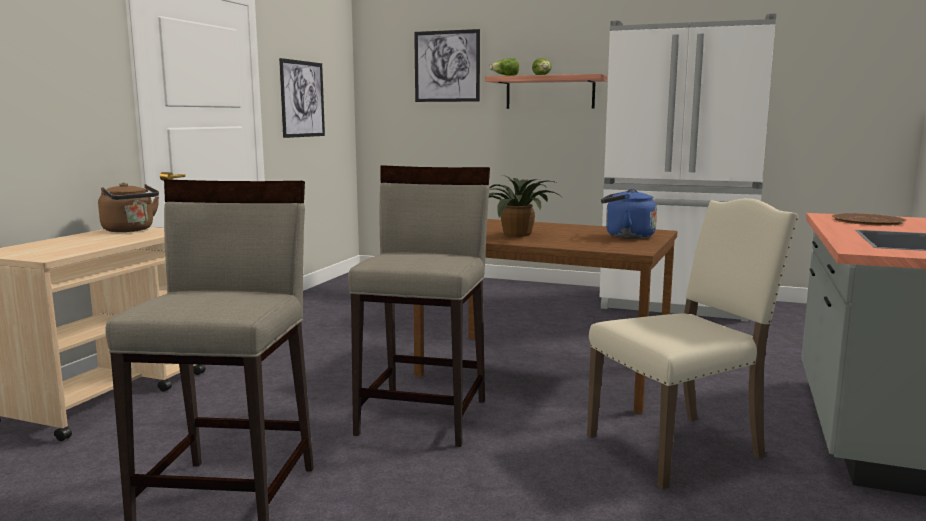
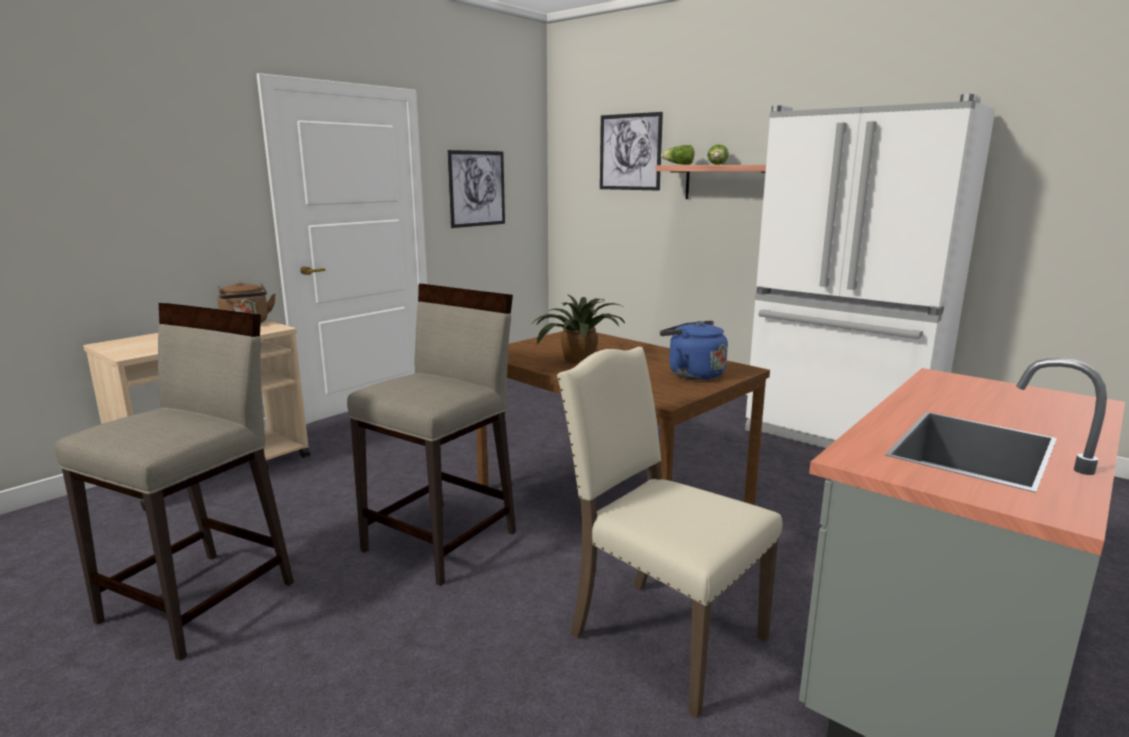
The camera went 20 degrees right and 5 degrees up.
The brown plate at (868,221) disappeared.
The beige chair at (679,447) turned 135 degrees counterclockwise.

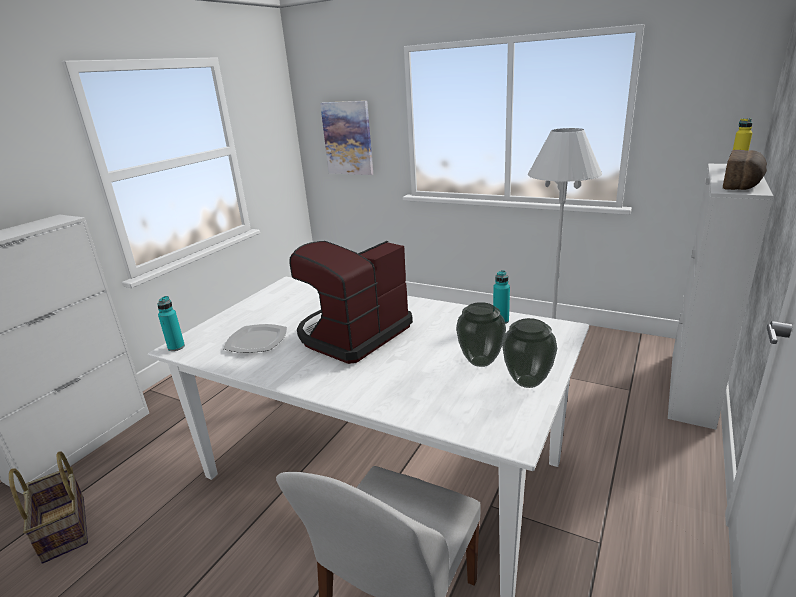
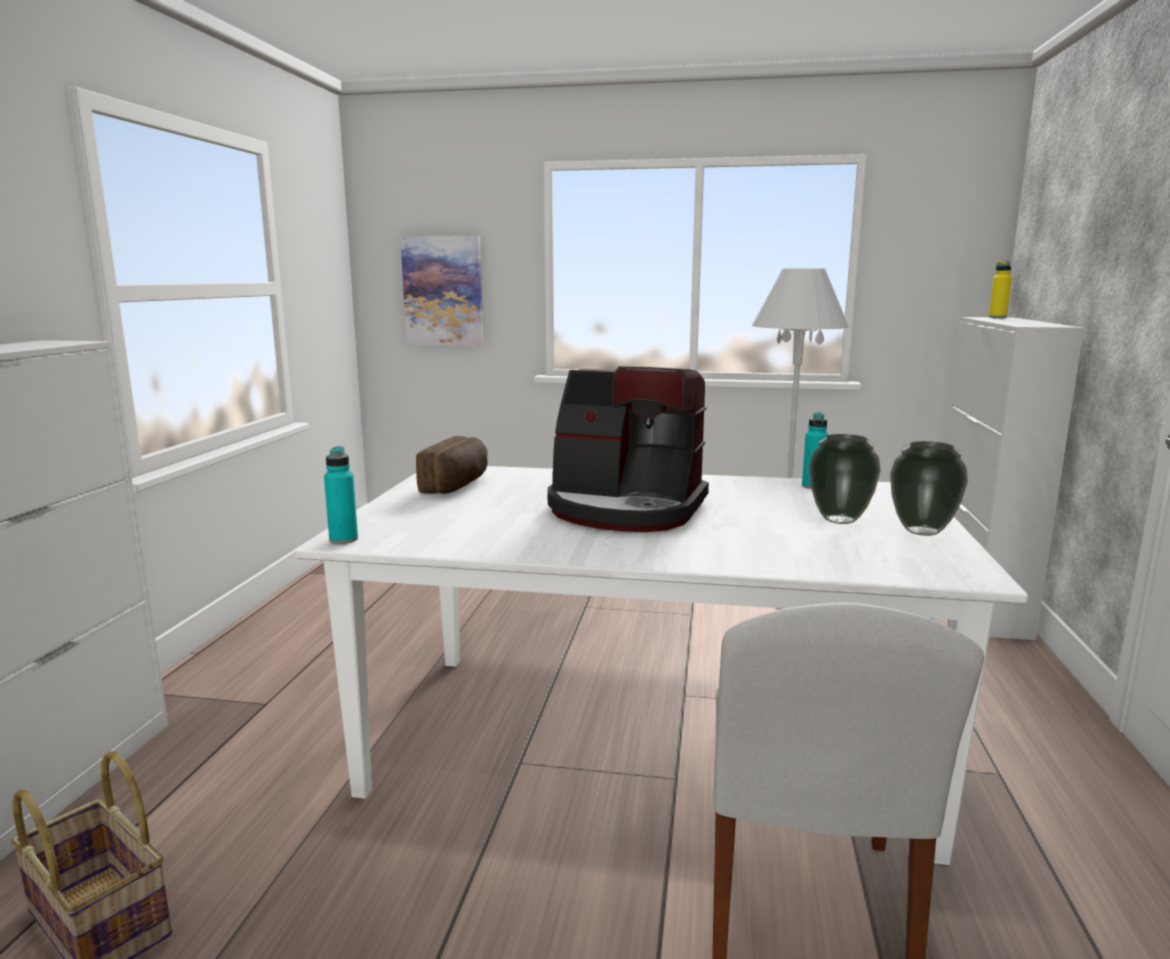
The camera went 20 degrees left and 10 degrees down.
The plate at (257,340) disappeared.
The bread moved from (743,184) to (458,485).
The coffee machine at (353,334) turned 90 degrees counterclockwise.

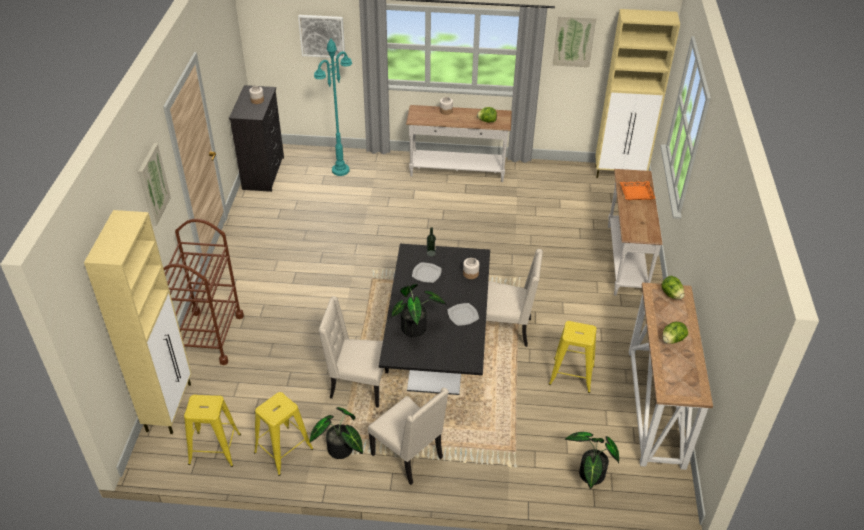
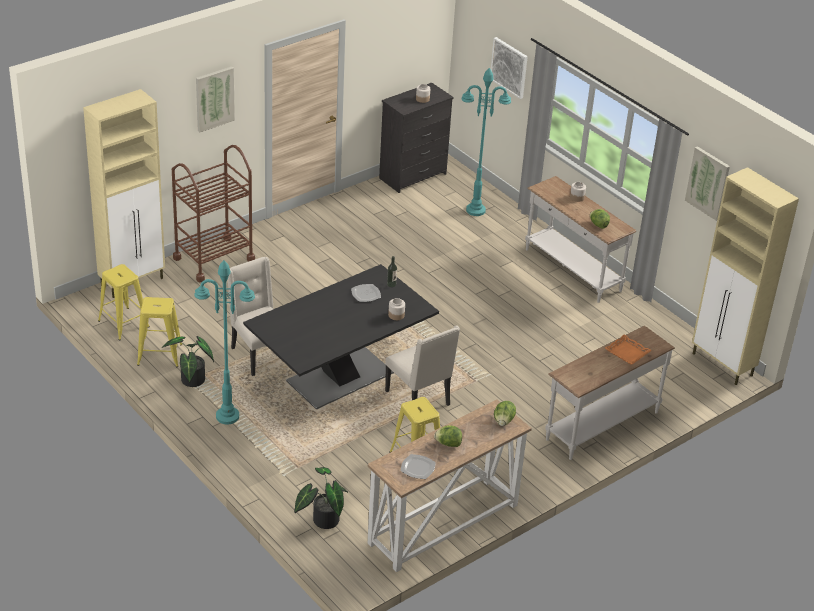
The camera went 45 degrees right and 5 degrees down.
The potted plant at (417,329) disappeared.
The plate moved from (463,315) to (418,468).
The beige chair at (409,456) was replaced by the turquoise floor lamp at (227,416).

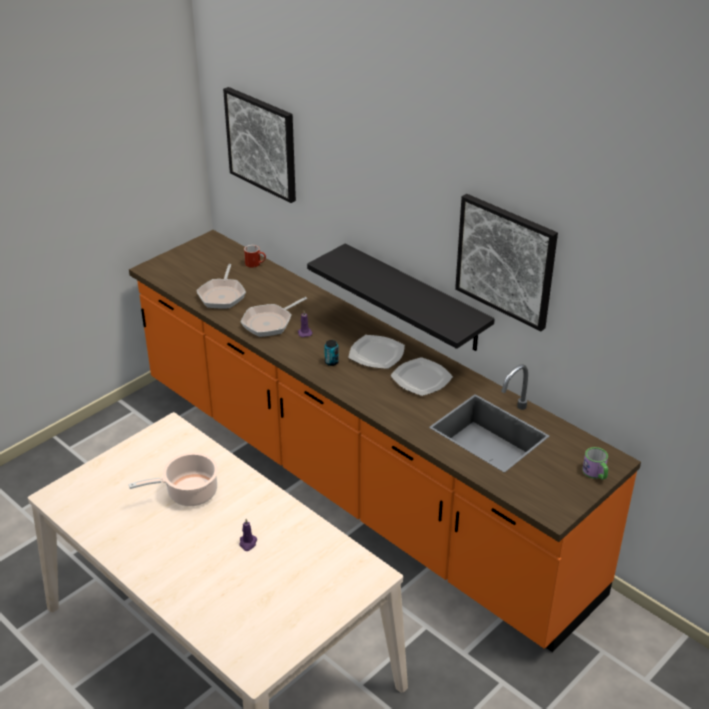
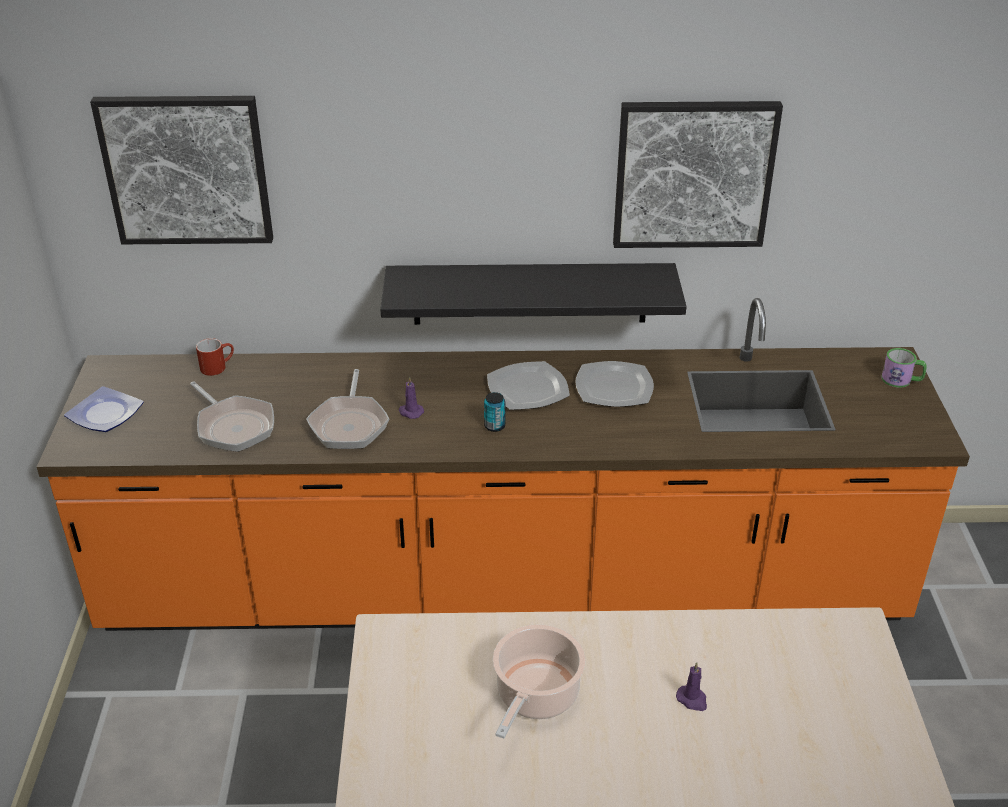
The camera went 45 degrees left and 0 degrees up.
The plate at (107,414) appeared.

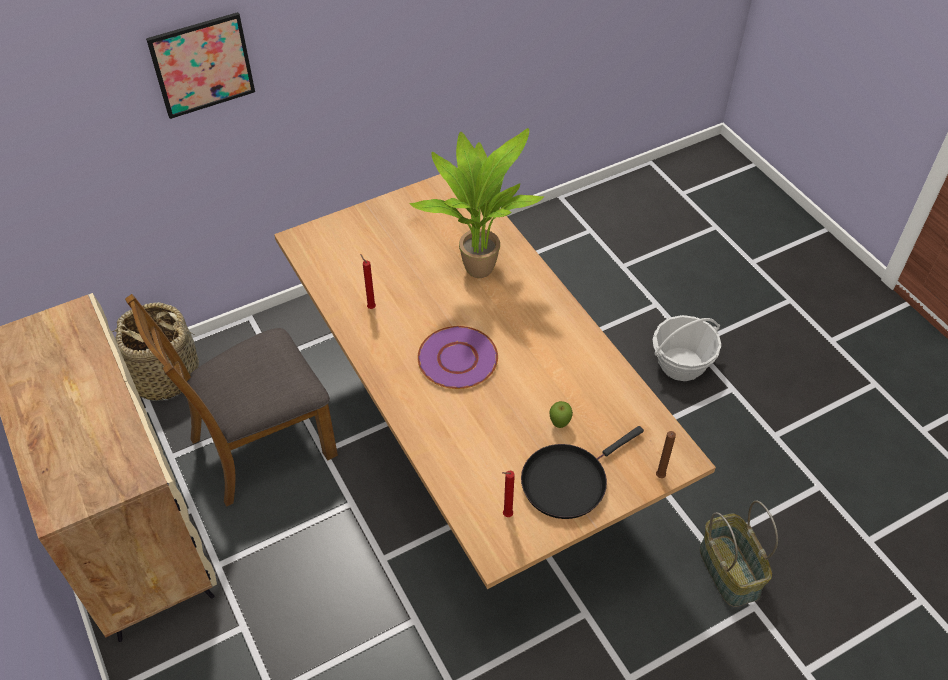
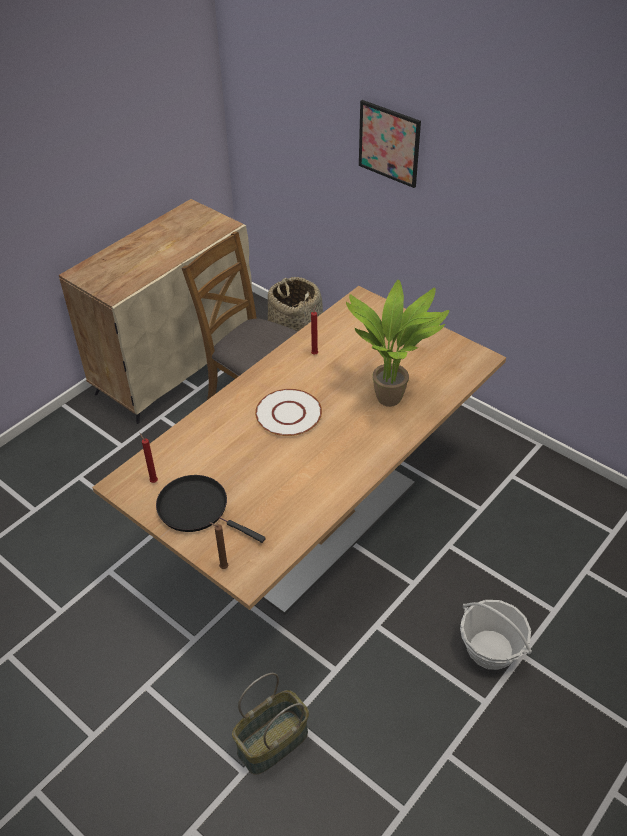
The camera went 70 degrees right and 5 degrees down.
The apple at (559,424) disappeared.
The purple plate at (458,359) became the white plate at (288,414).

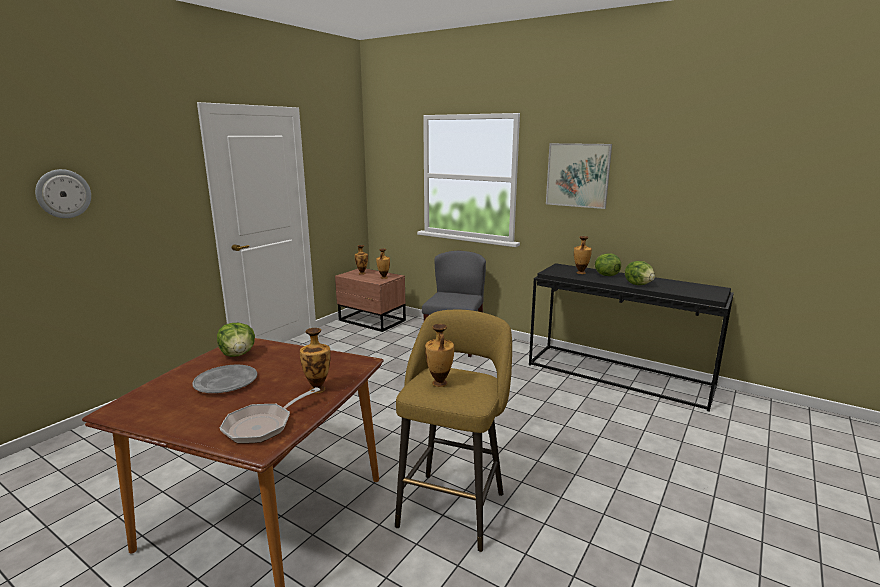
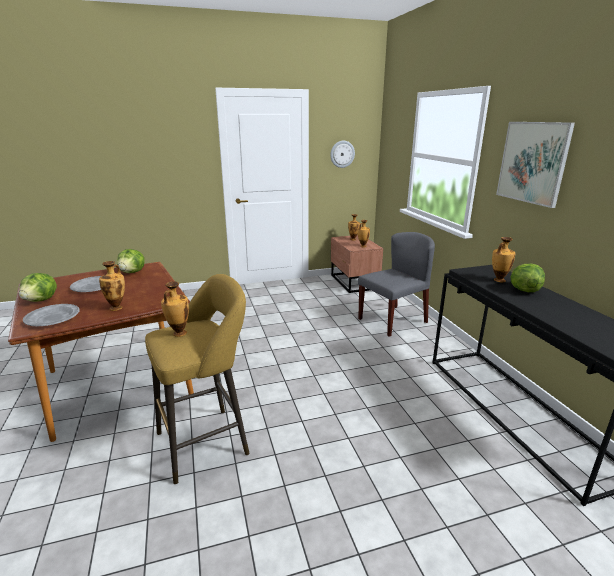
The camera went 40 degrees right and 5 degrees up.
The wall clock moved from (63,194) to (342,154).
The lettuce moved from (638,284) to (41,300).
The frying pan at (263,425) was replaced by the grey plate at (53,318).

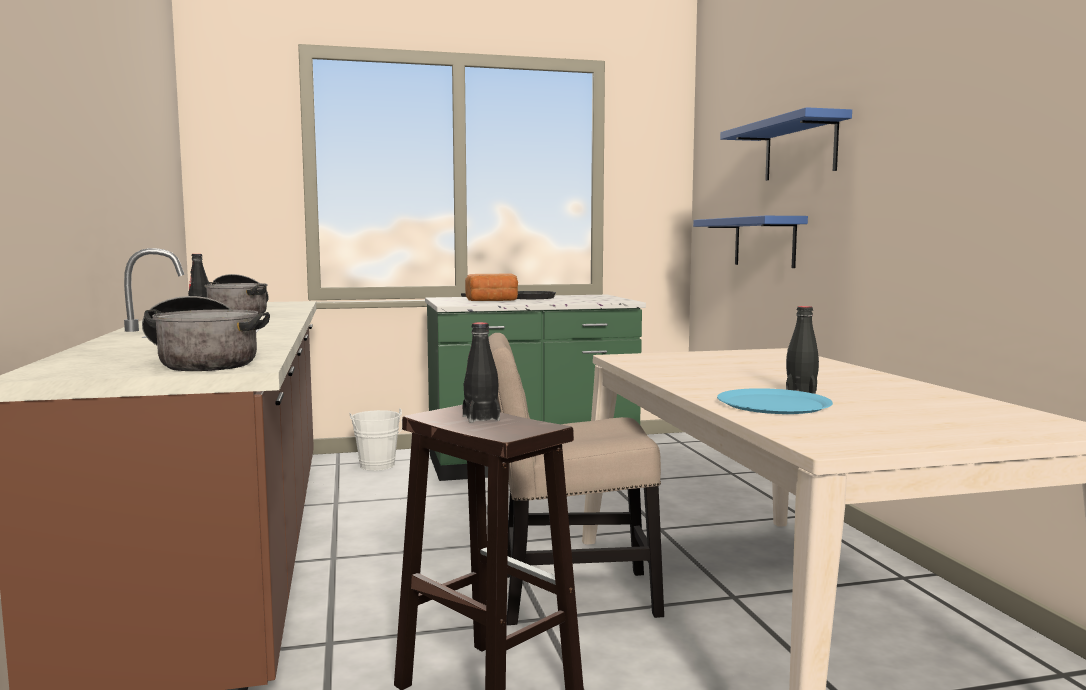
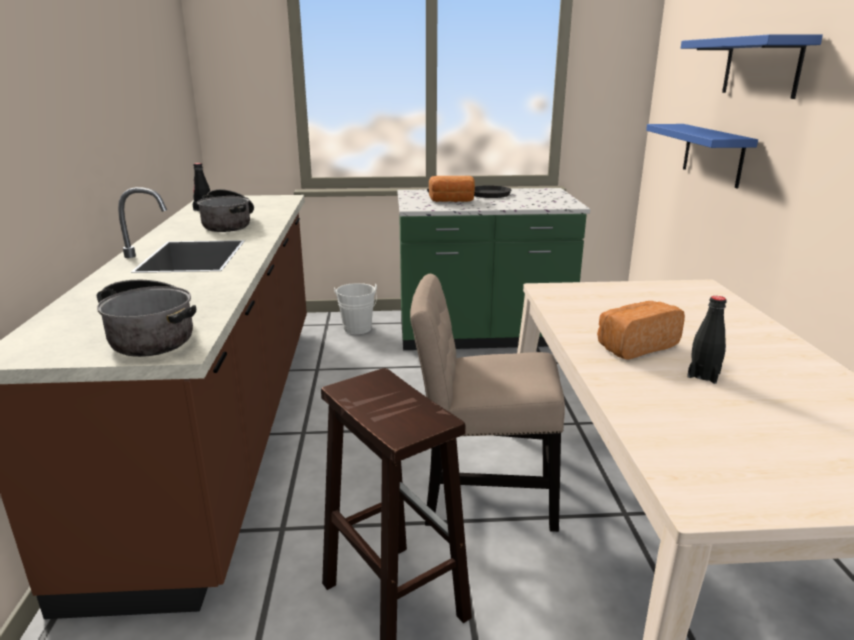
The camera went 10 degrees right and 15 degrees up.
The black bottle at (481,418) disappeared.
The blue plate at (773,404) disappeared.
The bread at (634,346) appeared.

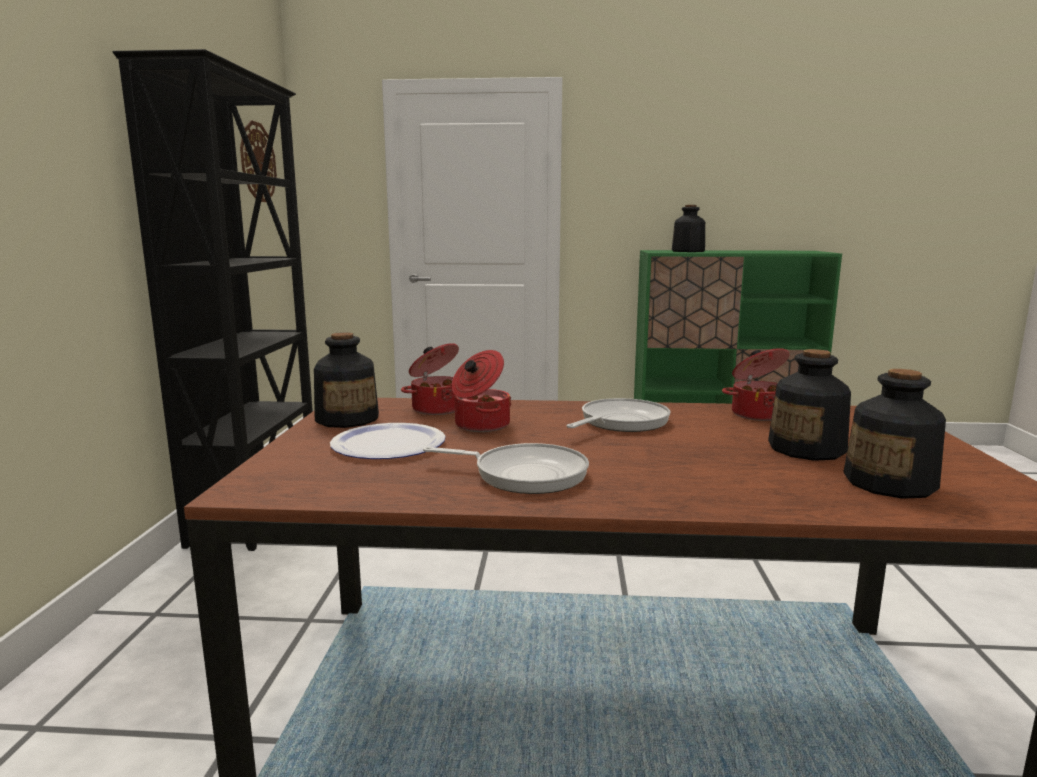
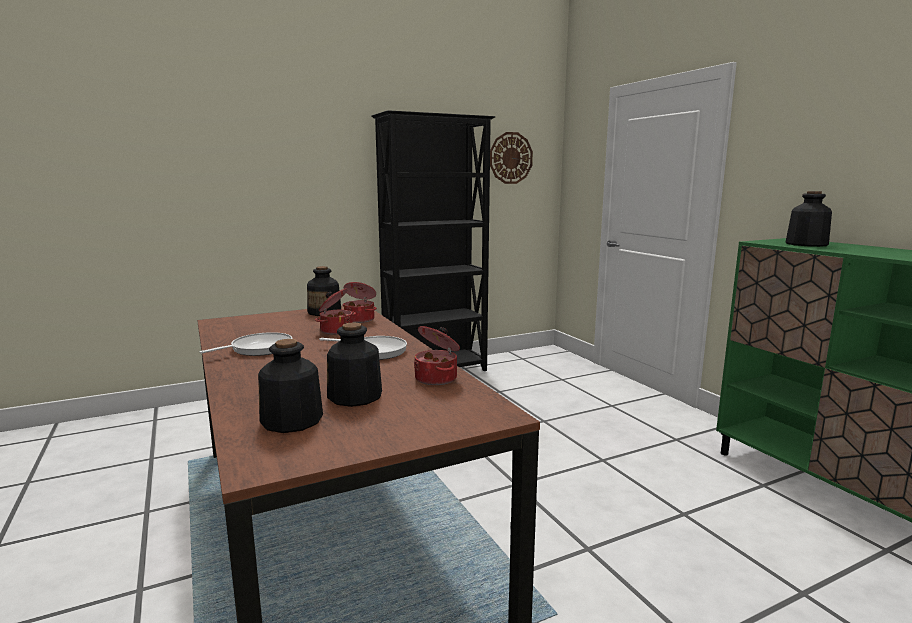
The camera went 60 degrees right and 0 degrees up.
The plate at (388,444) disappeared.
The frying pan at (524,474) turned 120 degrees counterclockwise.

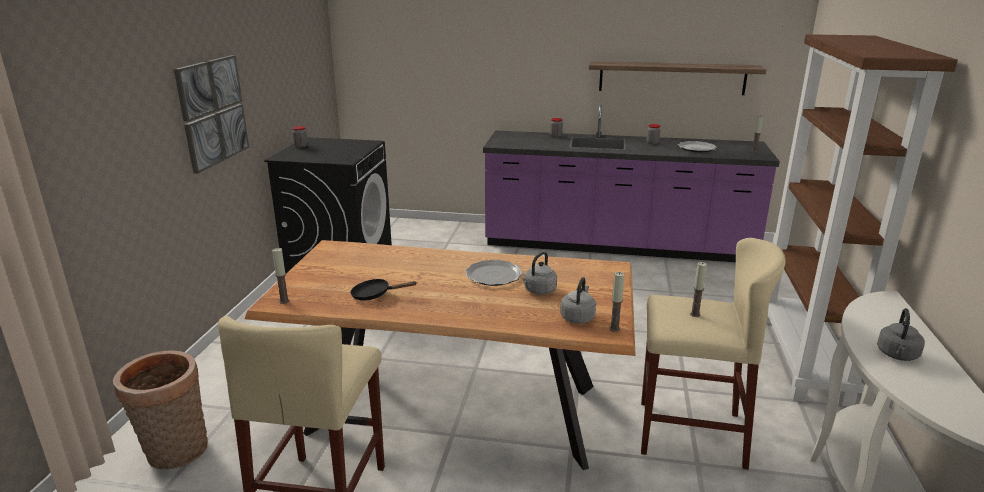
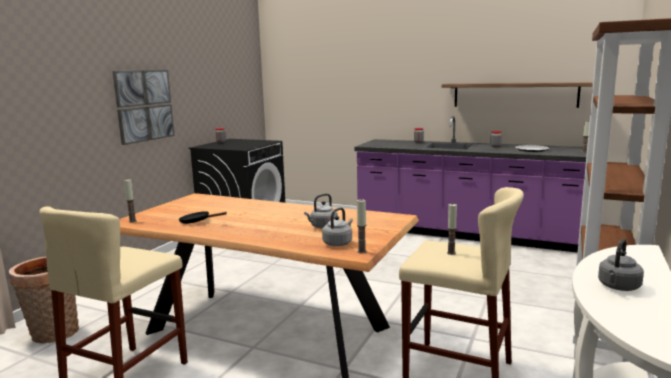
The camera went 15 degrees right and 10 degrees down.
The plate at (493,275) disappeared.

